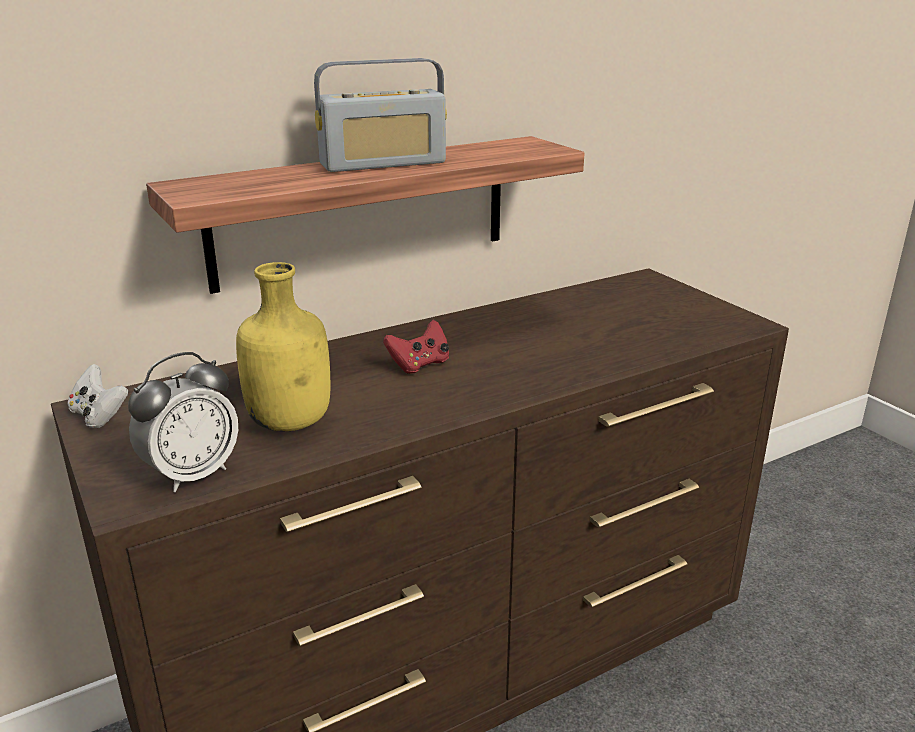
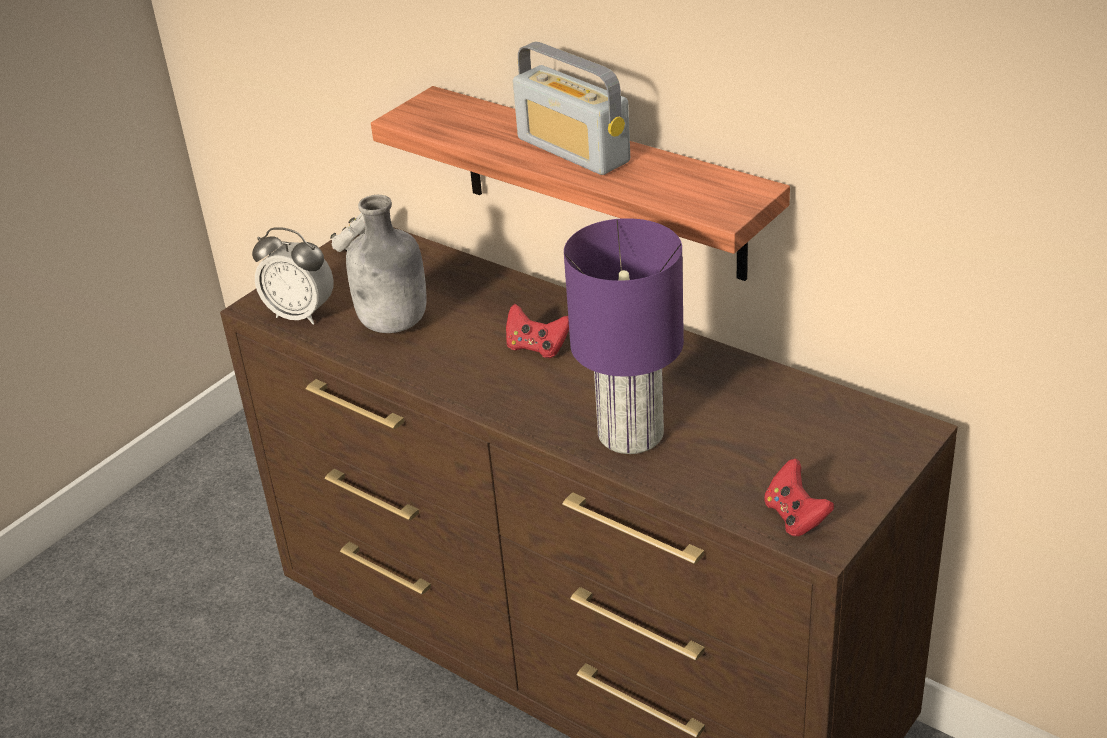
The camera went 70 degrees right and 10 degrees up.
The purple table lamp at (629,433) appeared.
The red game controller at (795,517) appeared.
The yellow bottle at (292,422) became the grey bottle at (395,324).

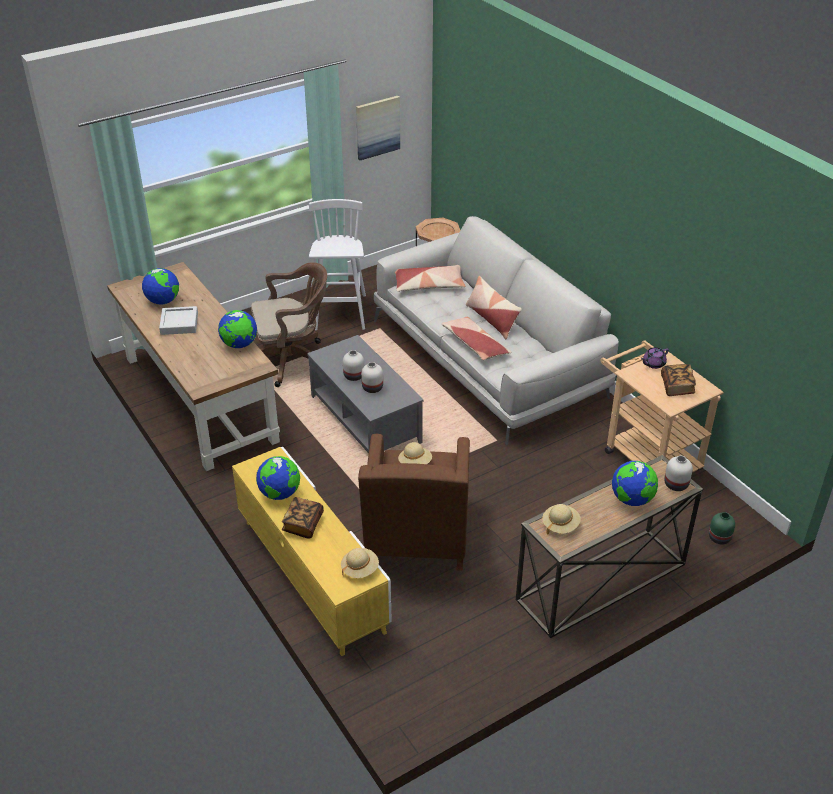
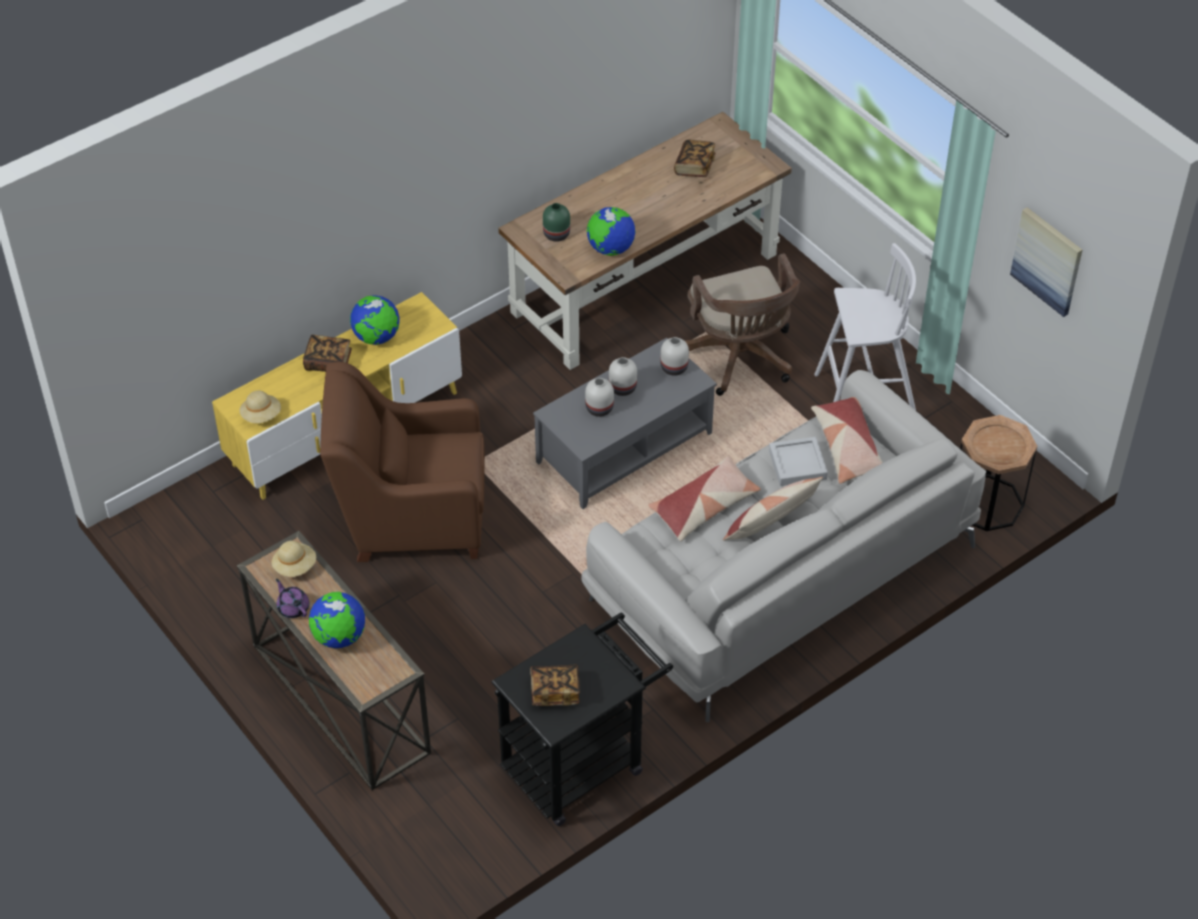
The camera went 85 degrees right and 10 degrees up.
The beige hat at (415,463) disappeared.
The grey tray moved from (179,323) to (797,465).
The purple teapot moved from (653,364) to (293,607).
The white vase moved from (676,484) to (674,368).
The green vase moved from (719,537) to (557,234).
The globe at (163,301) was replaced by the book at (694,166).
The beige cart at (646,455) became the black cart at (582,761).

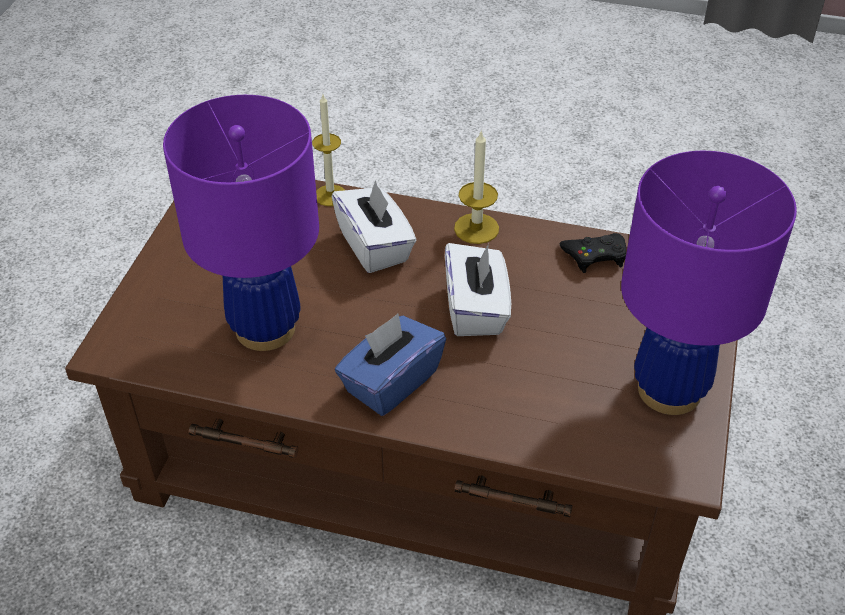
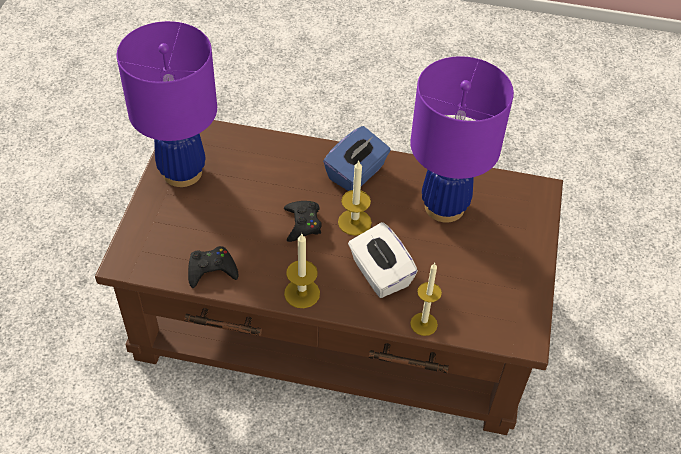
The camera went 175 degrees right and 5 degrees up.
The candle at (354,222) appeared.
The white tissue box at (476,310) was replaced by the black game controller at (302,224).

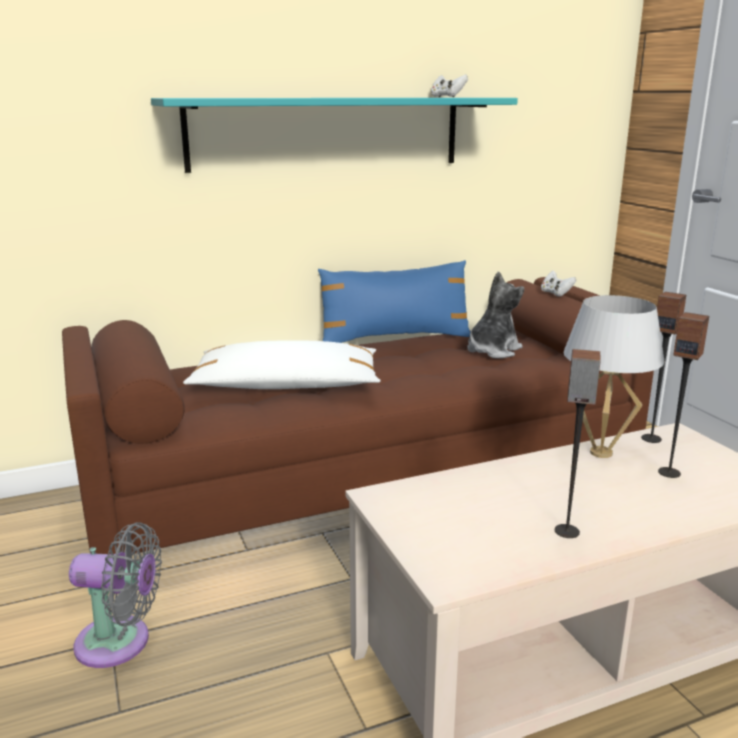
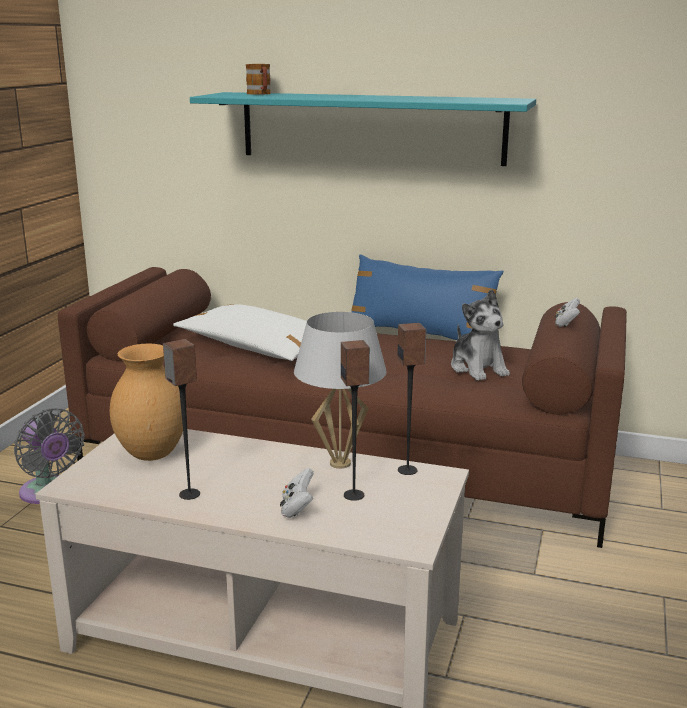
The camera went 40 degrees right and 0 degrees up.
The brown vase at (153,454) appeared.
The mug at (260,94) appeared.
The white game controller moved from (447,97) to (297,508).
The plush toy at (492,351) turned 75 degrees clockwise.

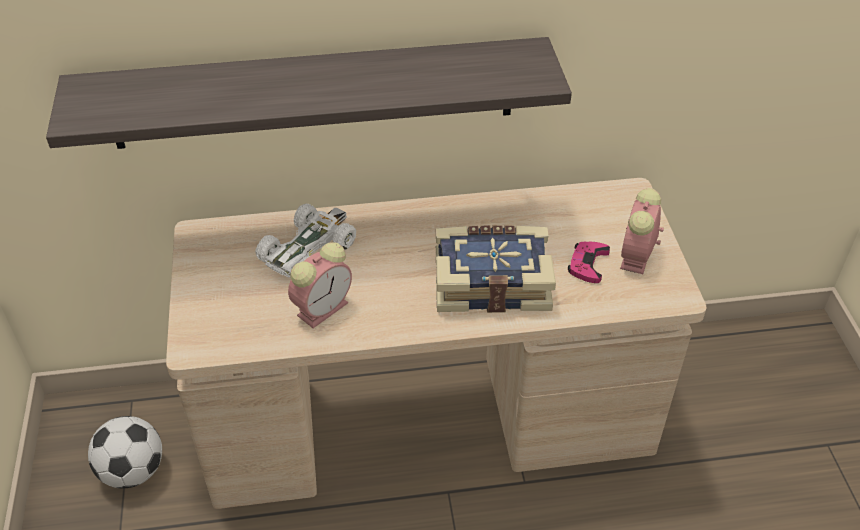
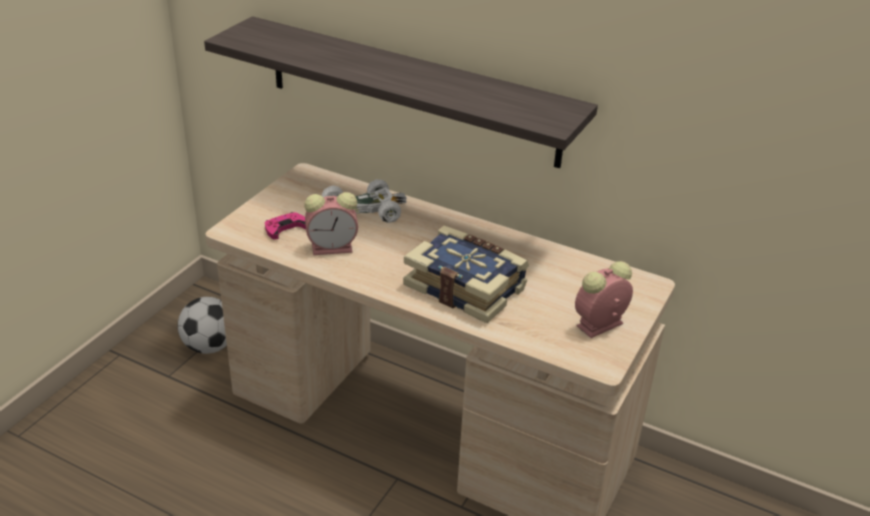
The camera went 35 degrees right and 10 degrees down.
The pink game controller moved from (587,264) to (285,228).

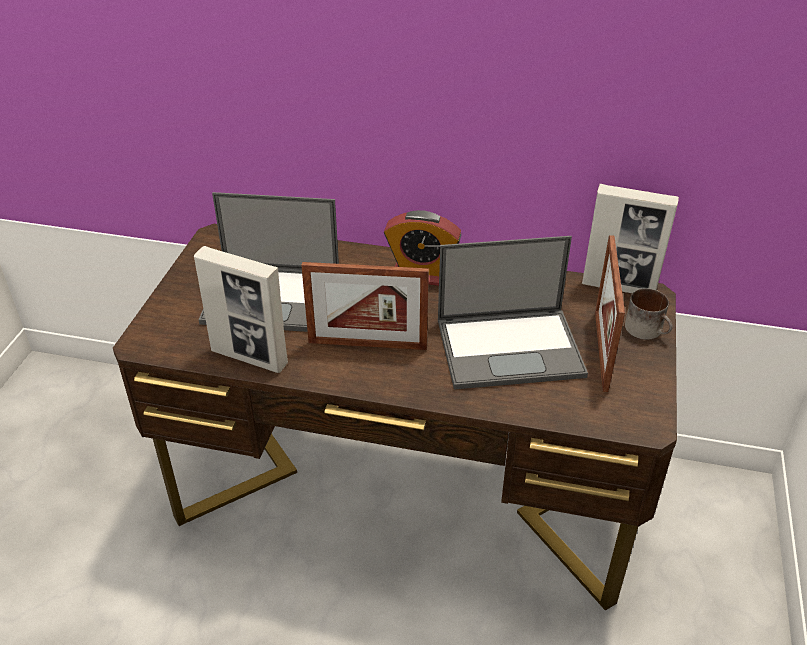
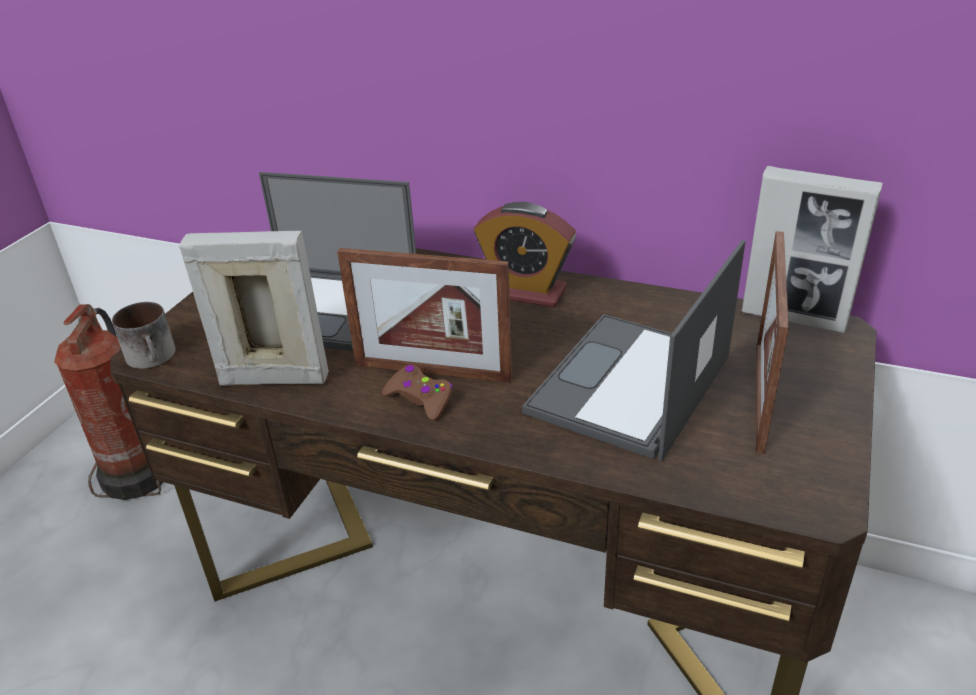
The camera went 10 degrees right and 5 degrees down.
The fire extinguisher at (139,475) appeared.
The brown game controller at (420,399) appeared.
The mug moved from (648,330) to (154,357).
The picture frame at (249,357) turned 150 degrees clockwise.
The laptop at (511,347) turned 120 degrees clockwise.

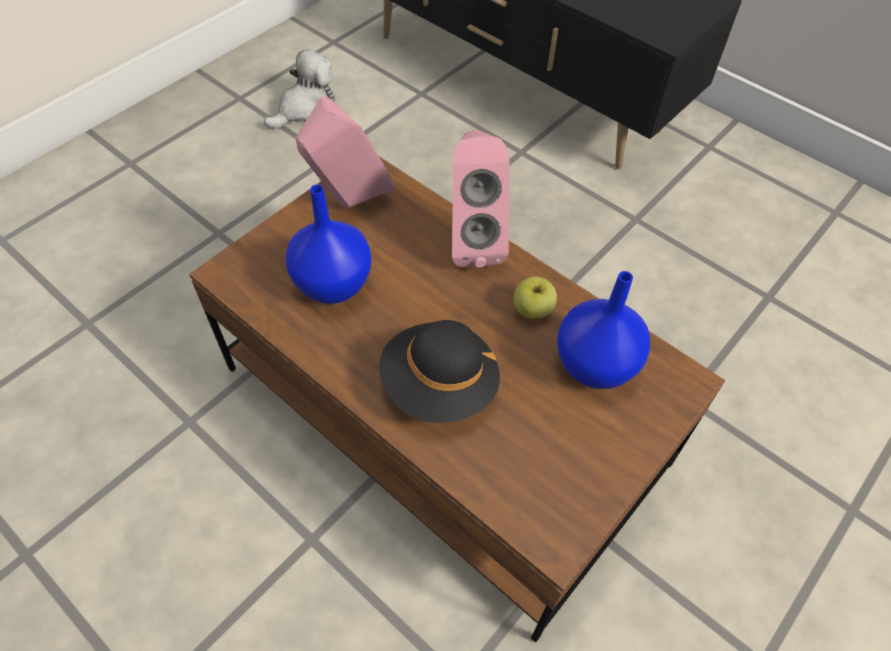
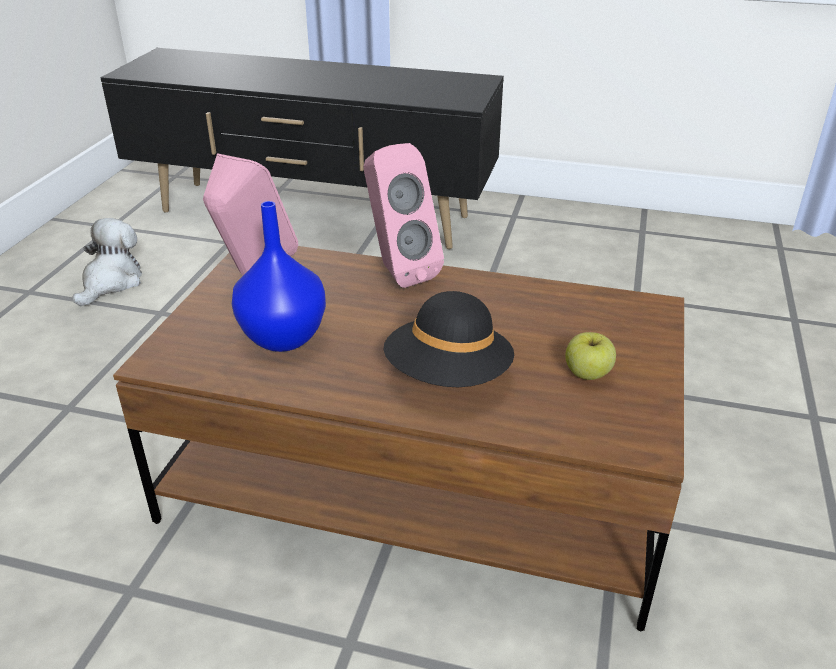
The camera went 25 degrees left and 20 degrees down.
The blue vase at (595,367) disappeared.
The apple moved from (532,310) to (588,374).

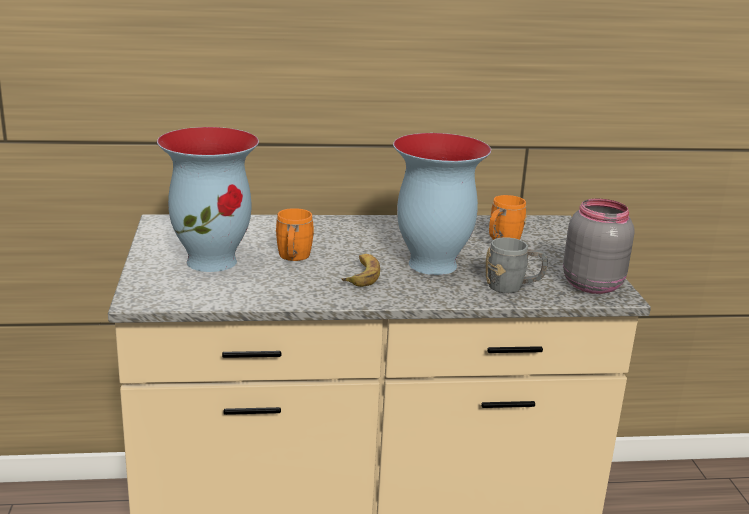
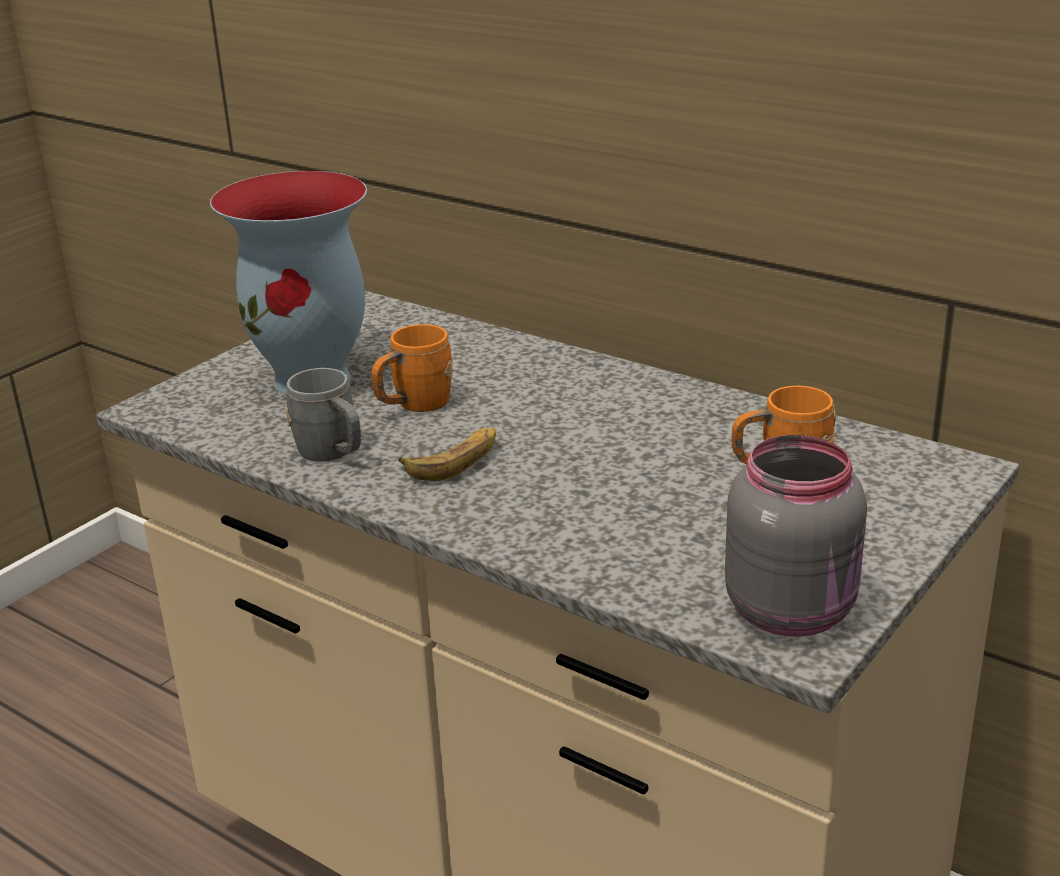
The camera went 45 degrees right and 5 degrees up.
The vase at (431,264) disappeared.
The grey mug moved from (513,287) to (333,454).

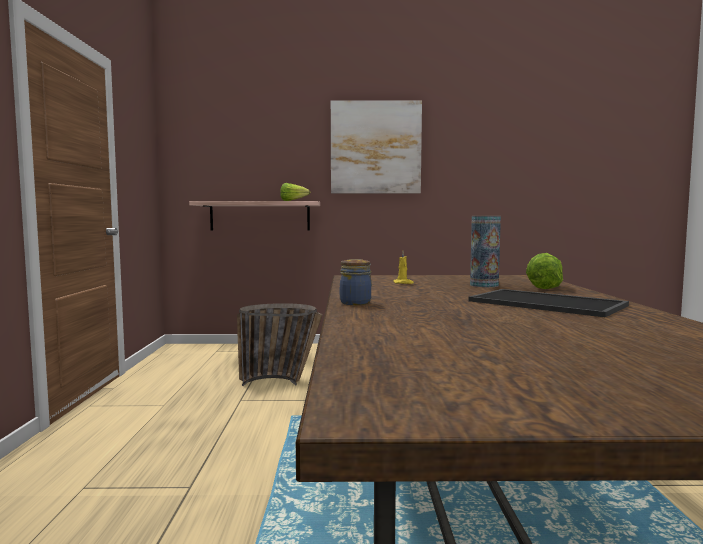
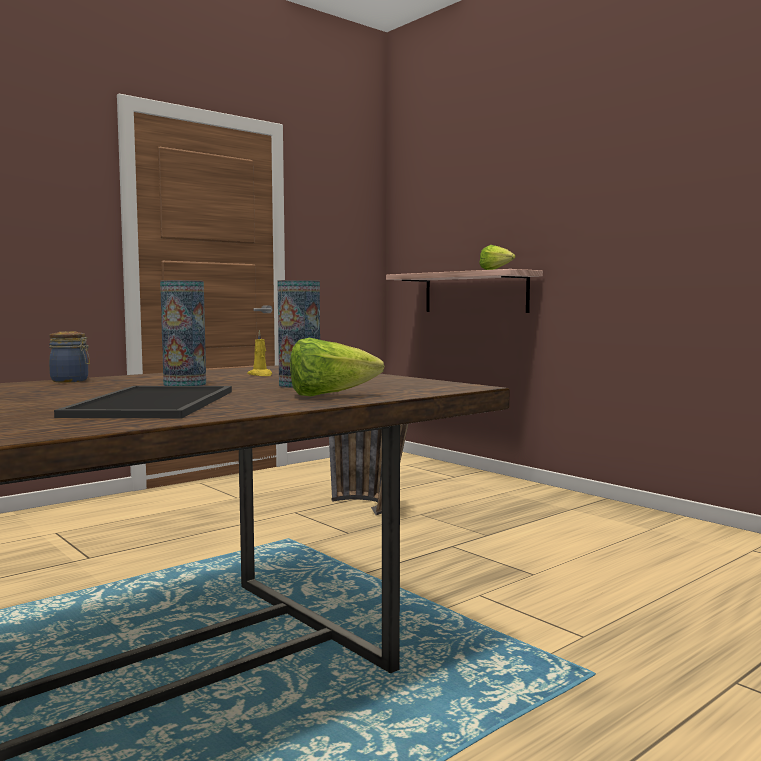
The camera went 50 degrees right and 0 degrees up.
The picture at (375,147) disappeared.
The vase at (185,385) appeared.

